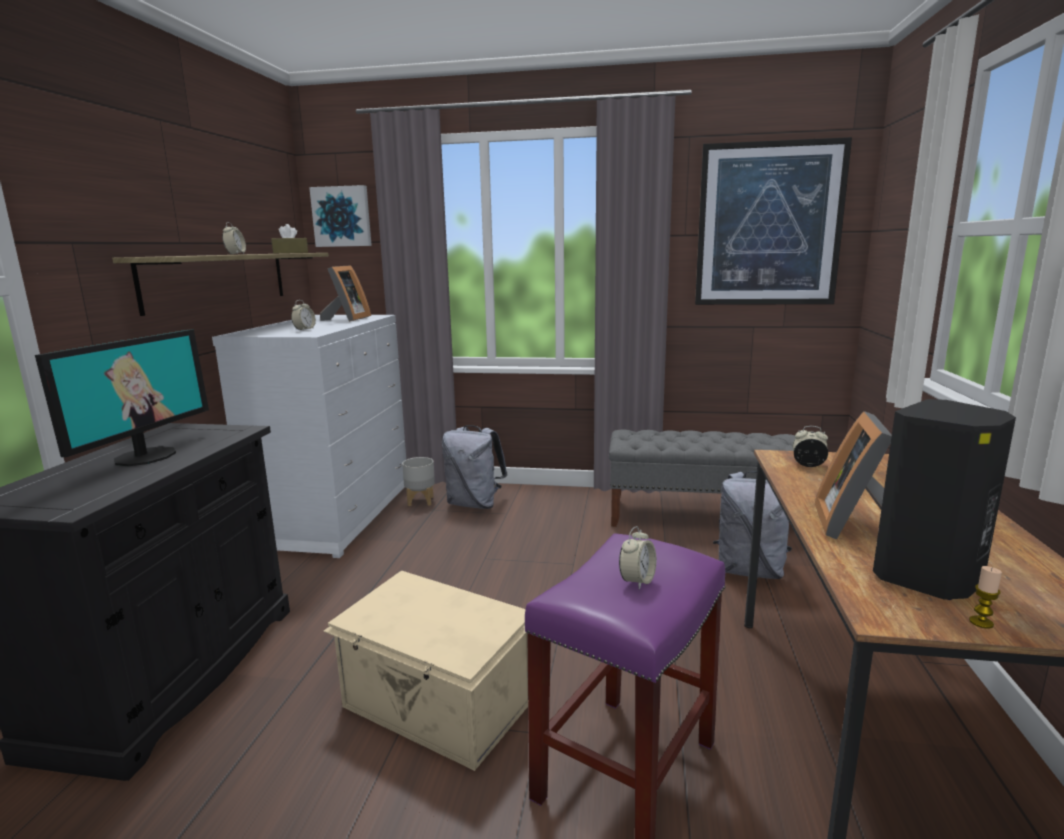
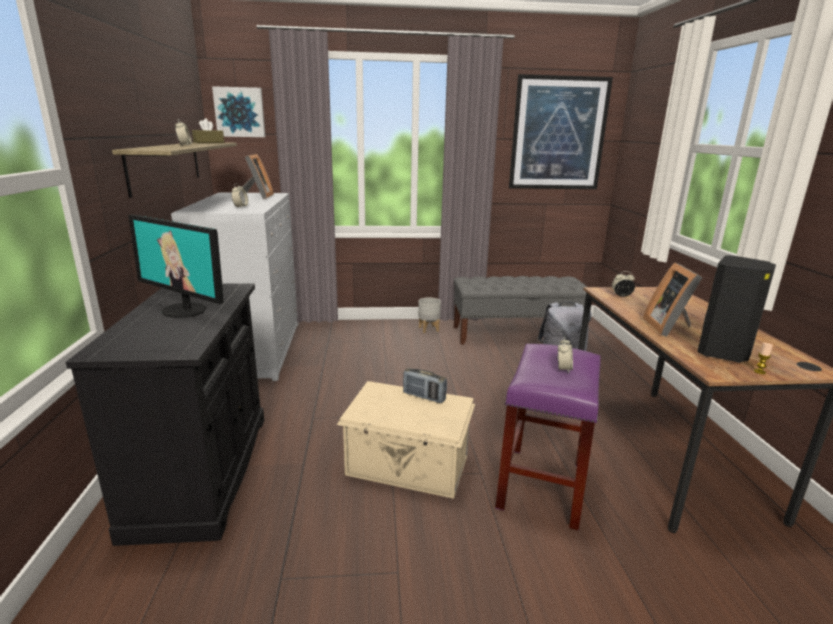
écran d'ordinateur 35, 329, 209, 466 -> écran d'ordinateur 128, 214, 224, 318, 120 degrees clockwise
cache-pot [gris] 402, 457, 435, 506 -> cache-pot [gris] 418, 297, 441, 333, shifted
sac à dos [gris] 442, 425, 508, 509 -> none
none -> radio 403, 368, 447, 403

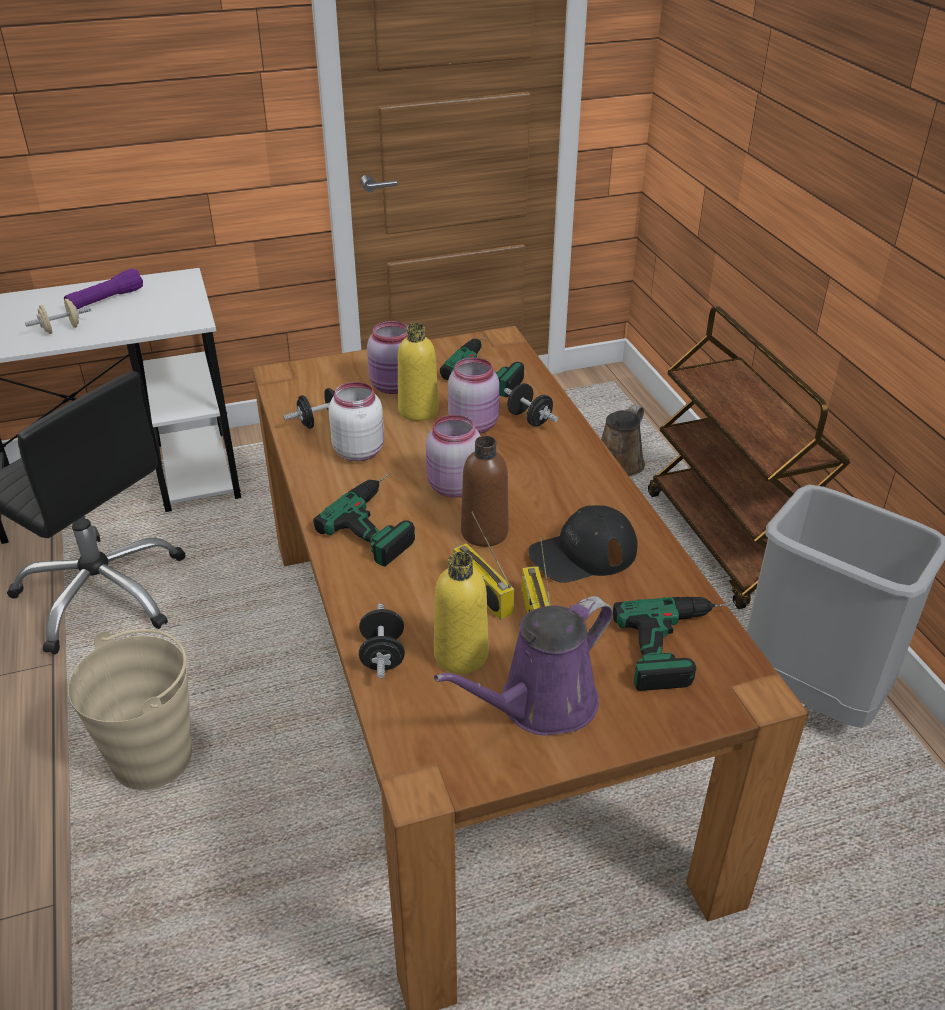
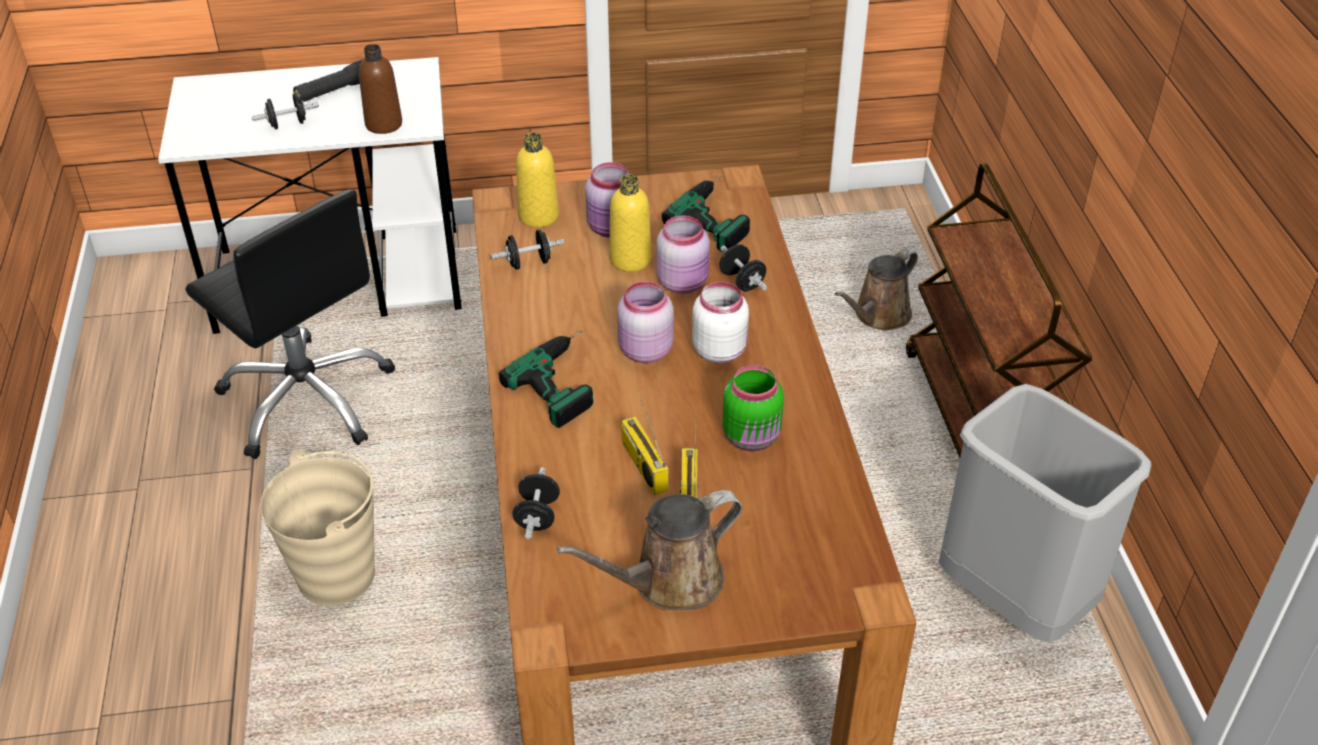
haltère [beige] 25, 299, 91, 334 -> haltère [noir] 252, 93, 319, 129
lampe de poche [violet] 64, 269, 143, 309 -> lampe de poche [noir] 293, 59, 363, 102
bocal [blanc] 328, 382, 384, 461 -> bocal [blanc] 692, 282, 749, 364, shifted
bouteille [jaune] 434, 552, 489, 674 -> bouteille [jaune] 516, 132, 559, 228, shifted
arrosoir [violet] 434, 596, 613, 735 -> arrosoir [marron] 556, 490, 742, 611
bouteille [marron] 461, 436, 509, 547 -> bouteille [marron] 359, 44, 402, 134, shifted
casquette [noir] 528, 505, 638, 583 -> bocal [vert] 723, 365, 784, 451
perceuse 613, 597, 736, 691 -> none

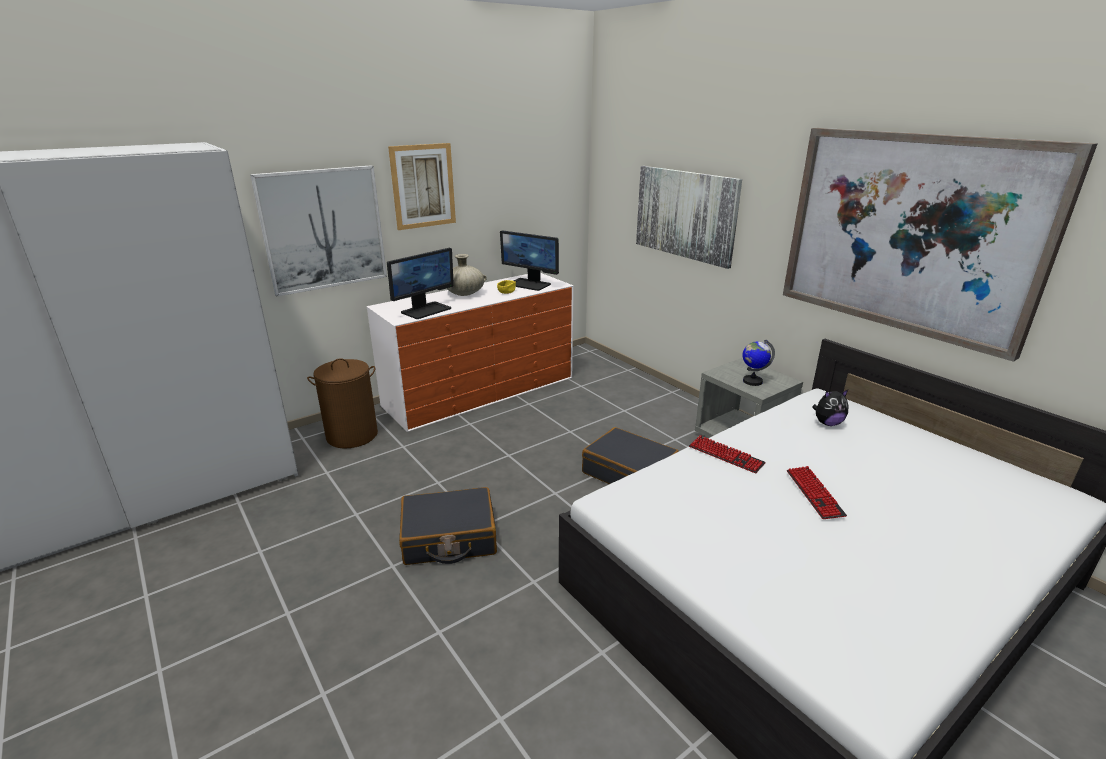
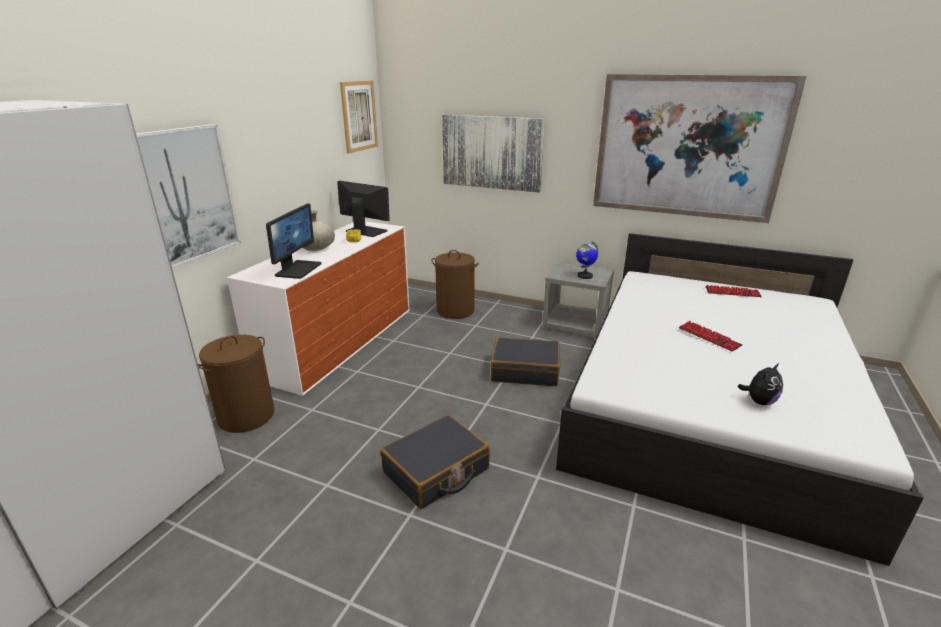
tableau 388, 143, 456, 230 -> tableau 340, 81, 378, 154, shifted
écran d'ordinateur 500, 230, 559, 291 -> écran d'ordinateur 337, 181, 390, 237, 150 degrees counterclockwise
clavier 689, 435, 766, 473 -> clavier 706, 285, 762, 297, shifted
peluche 812, 390, 849, 426 -> peluche 738, 363, 783, 405, shifted
none -> panier à linge [marron] 431, 250, 479, 319

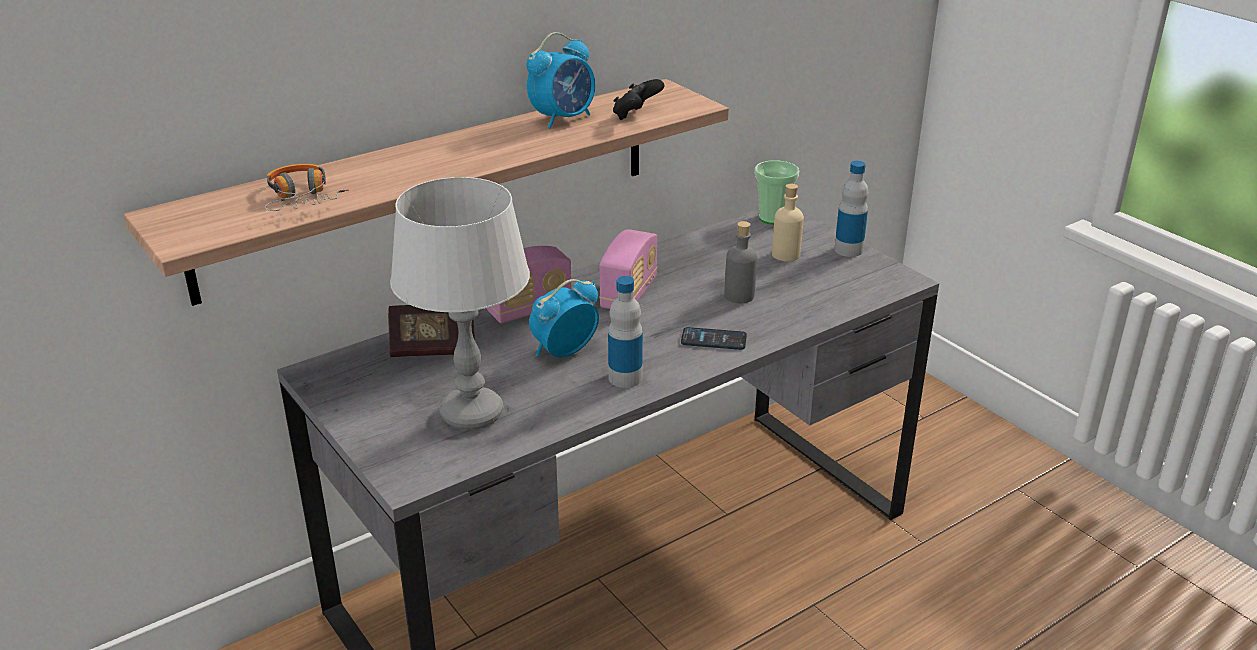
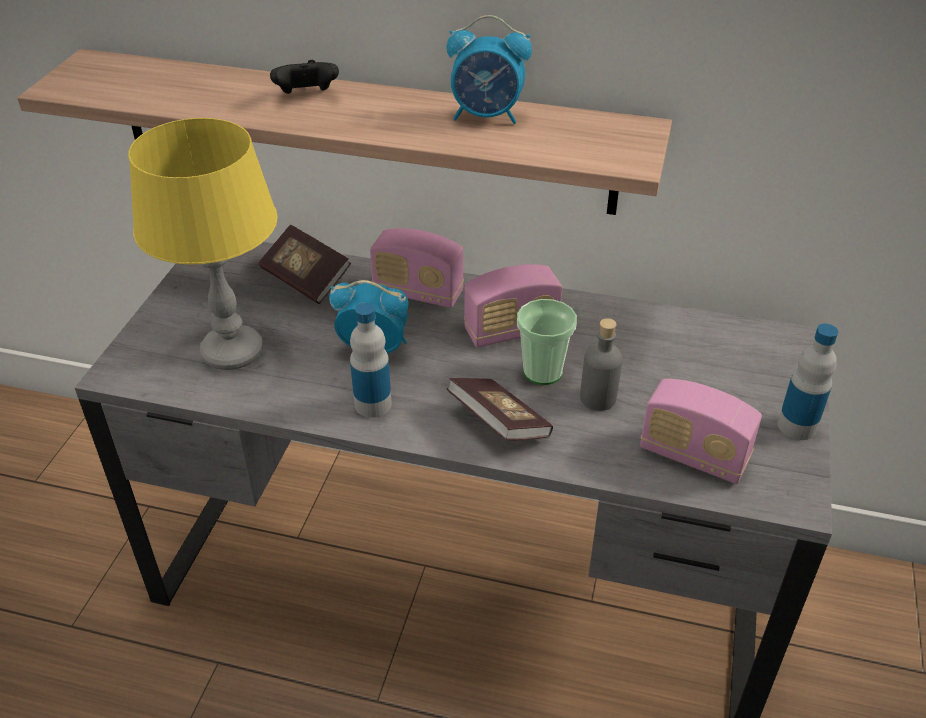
casque audio 265, 164, 349, 211 -> none
lampe de table [gris] 390, 177, 530, 430 -> lampe de table [jaune] 128, 118, 278, 370
manette [noir] 613, 79, 664, 120 -> manette [noir] 270, 60, 339, 94, shifted
téléphone 681, 327, 747, 350 -> livre 446, 378, 553, 441
tasse 755, 160, 799, 225 -> tasse 517, 299, 577, 385, shifted
bouteille [beige] 772, 184, 804, 261 -> none
none -> radio 640, 379, 762, 484

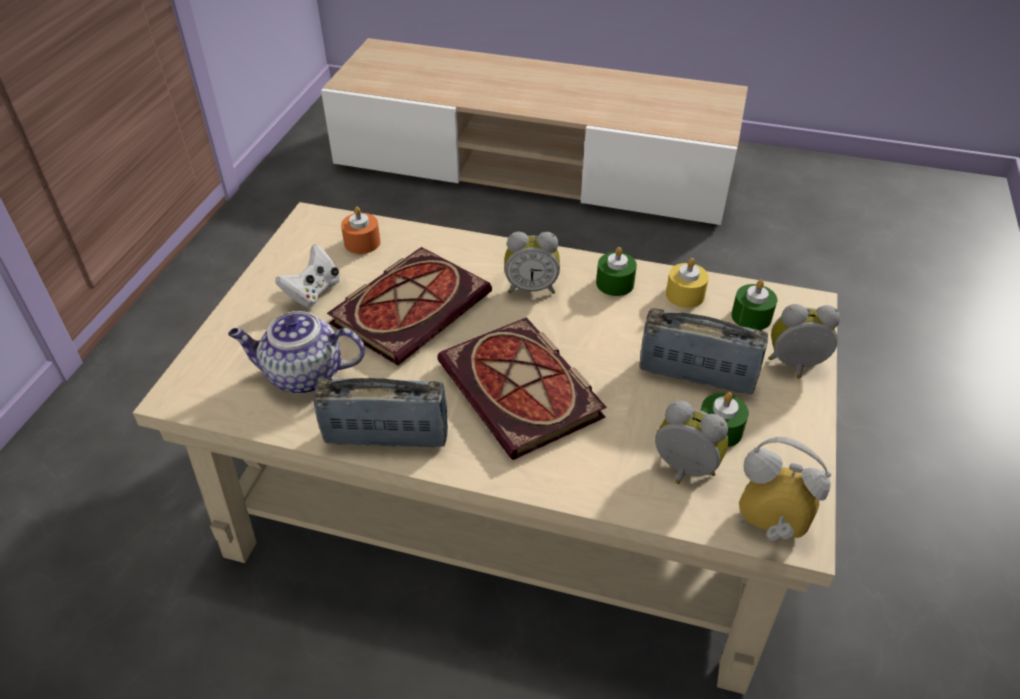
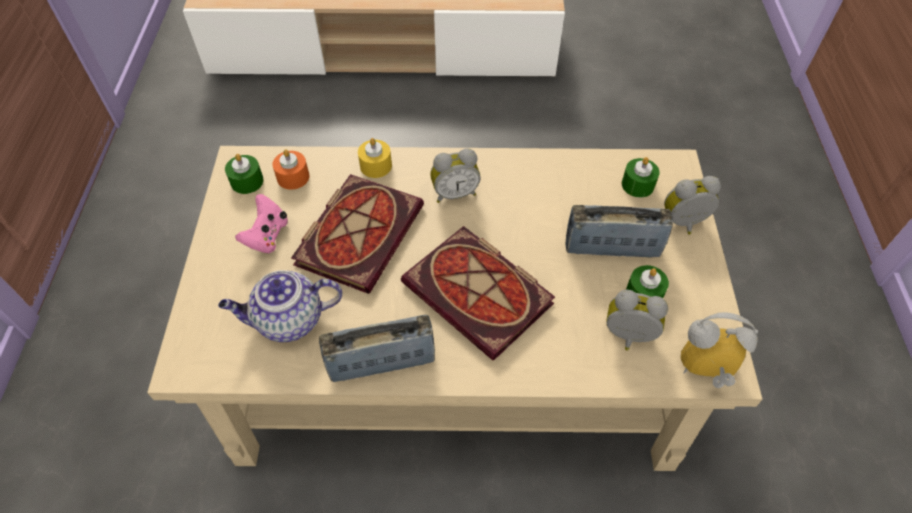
manette [blanc] 275, 244, 340, 307 -> manette [rose] 235, 194, 288, 253
bougie [vert] 596, 247, 637, 296 -> bougie [vert] 225, 154, 264, 194, shifted
bougie [jaune] 666, 258, 709, 308 -> bougie [jaune] 358, 138, 392, 178, shifted

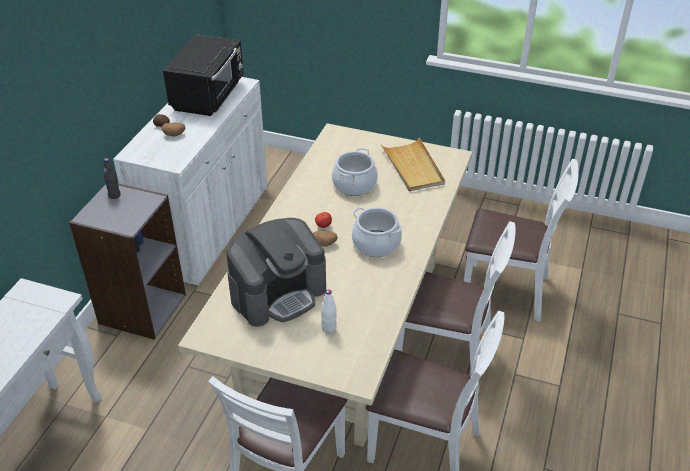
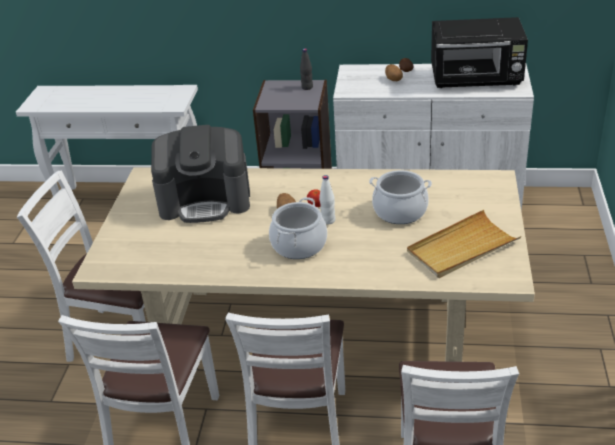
machine à café 226, 218, 326, 327 -> machine à café 151, 125, 250, 223, 45 degrees counterclockwise
bouteille [blanc] 321, 289, 337, 333 -> bouteille [blanc] 319, 175, 336, 224, shifted

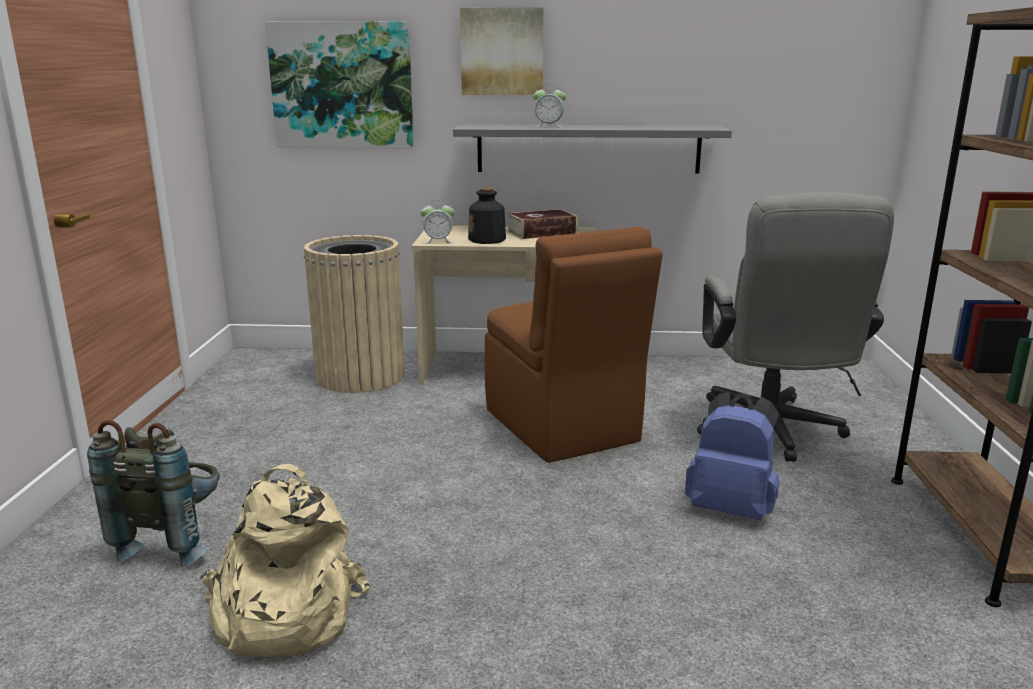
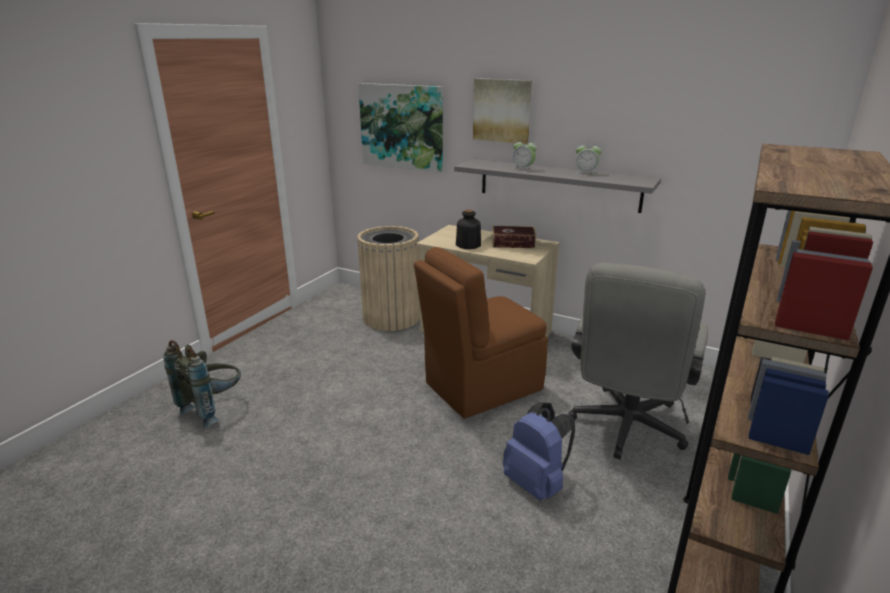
sac à dos [beige] 200, 464, 370, 657 -> none
réveil 421, 200, 454, 244 -> réveil 576, 141, 602, 175, shifted
chaise [marron] 485, 227, 662, 463 -> chaise [marron] 414, 247, 548, 419, 60 degrees clockwise

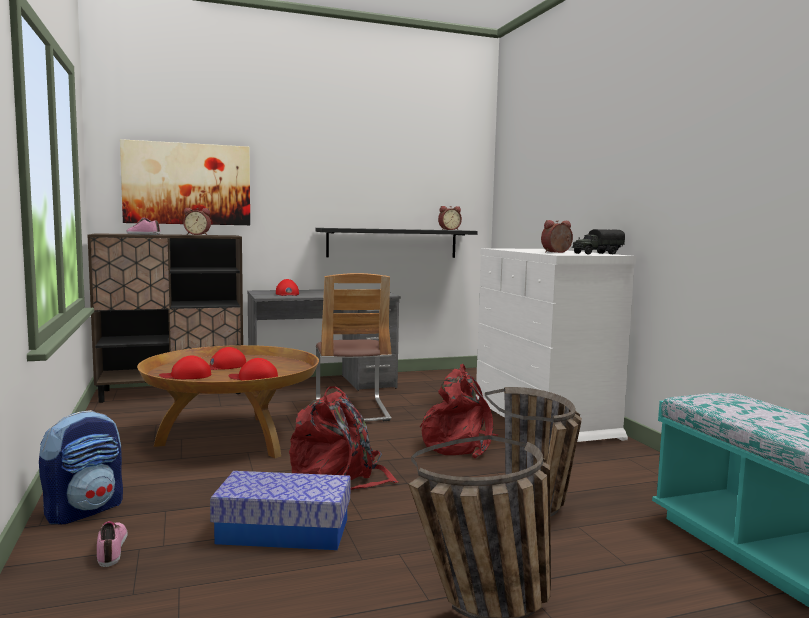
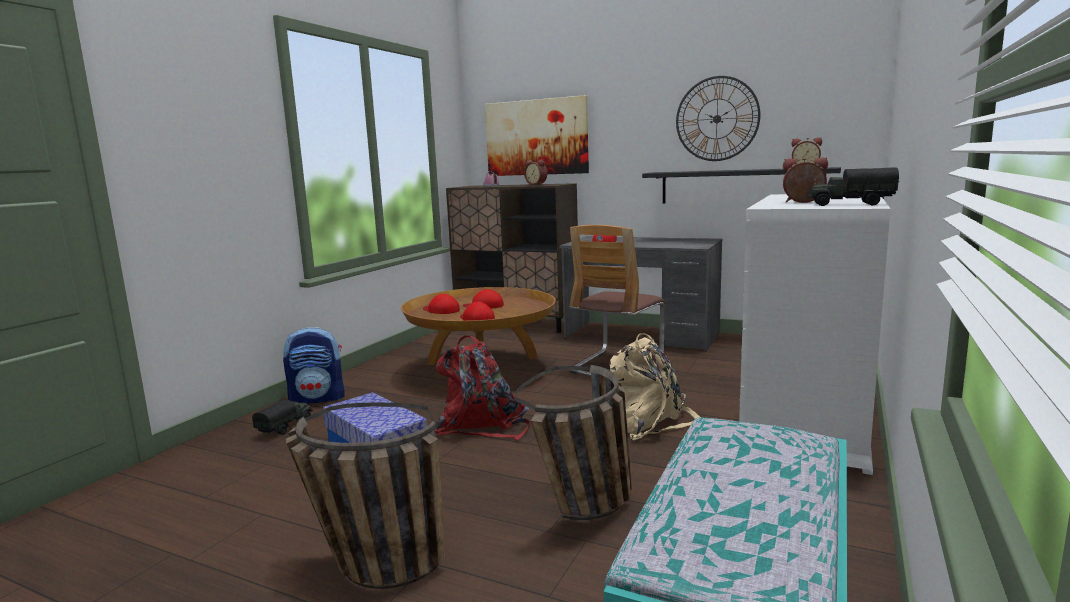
chaussure 97, 521, 127, 567 -> camion jouet 252, 399, 313, 435
sac à dos [rouge] 420, 364, 499, 458 -> sac à dos [beige] 610, 333, 701, 440
none -> horloge murale 676, 76, 760, 161

